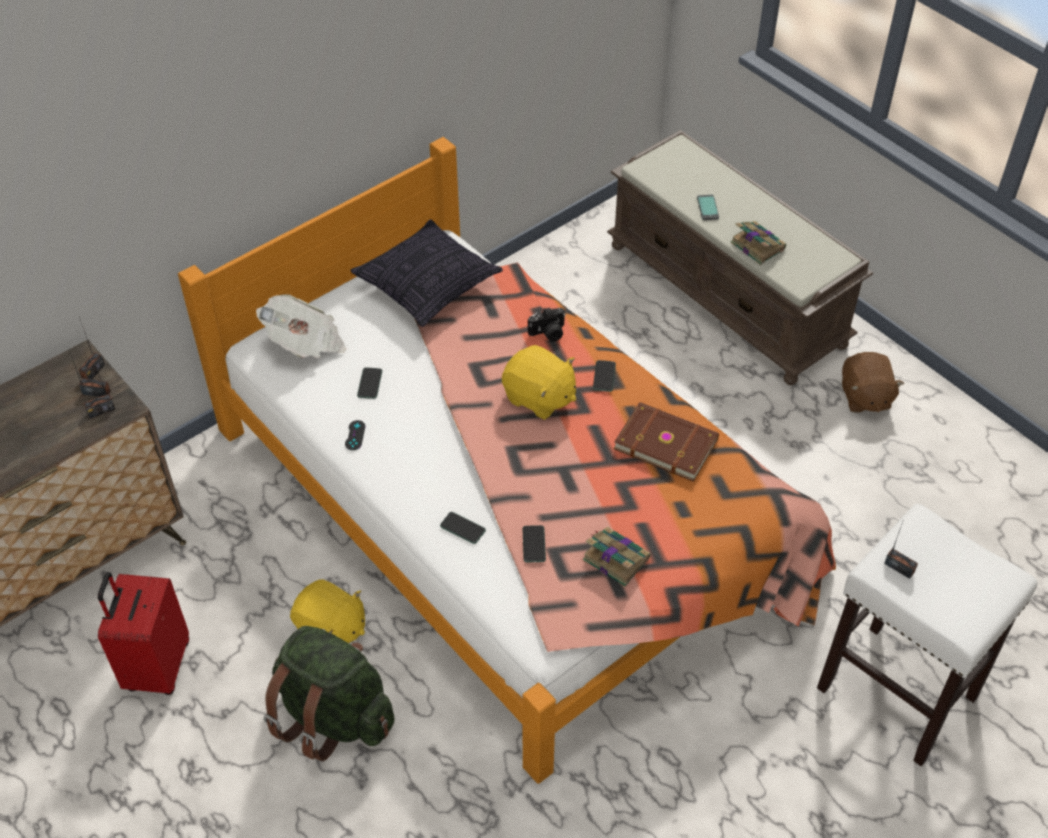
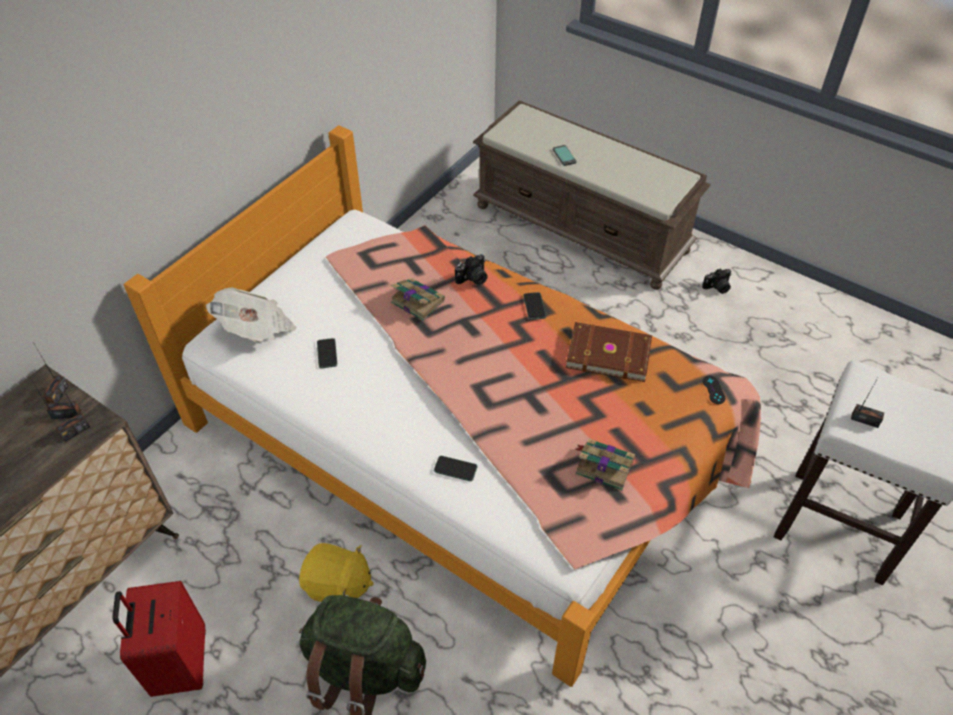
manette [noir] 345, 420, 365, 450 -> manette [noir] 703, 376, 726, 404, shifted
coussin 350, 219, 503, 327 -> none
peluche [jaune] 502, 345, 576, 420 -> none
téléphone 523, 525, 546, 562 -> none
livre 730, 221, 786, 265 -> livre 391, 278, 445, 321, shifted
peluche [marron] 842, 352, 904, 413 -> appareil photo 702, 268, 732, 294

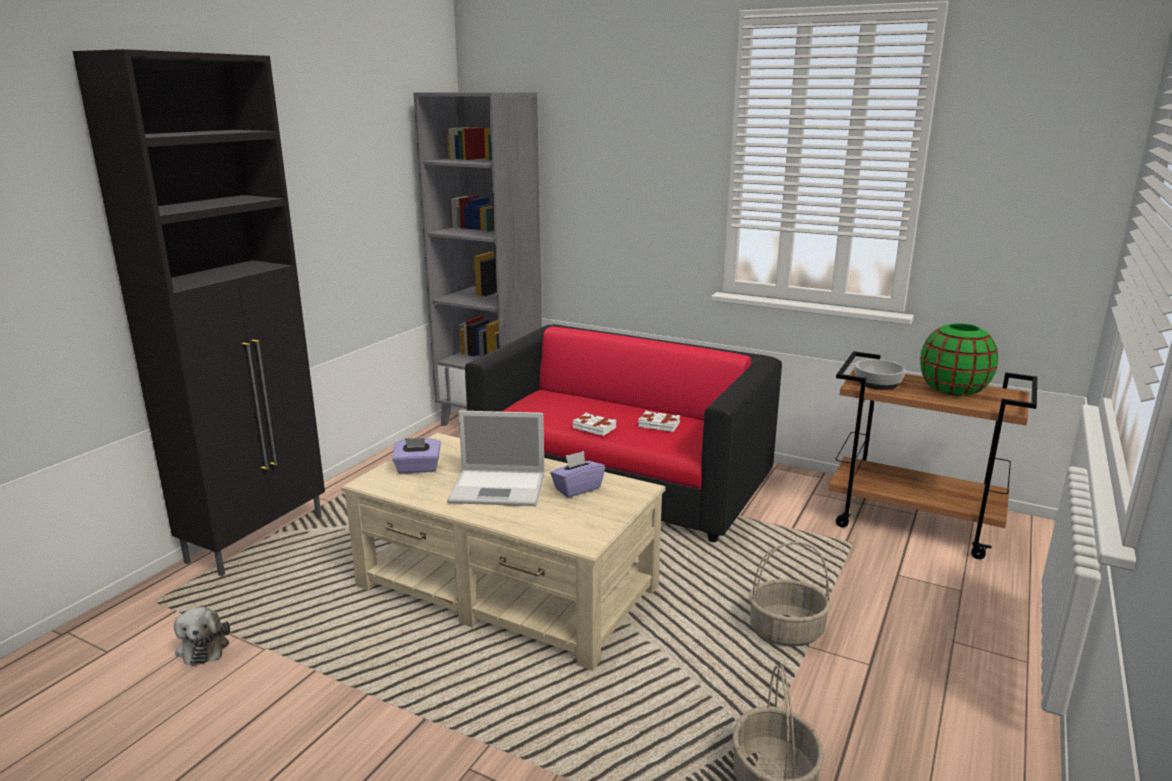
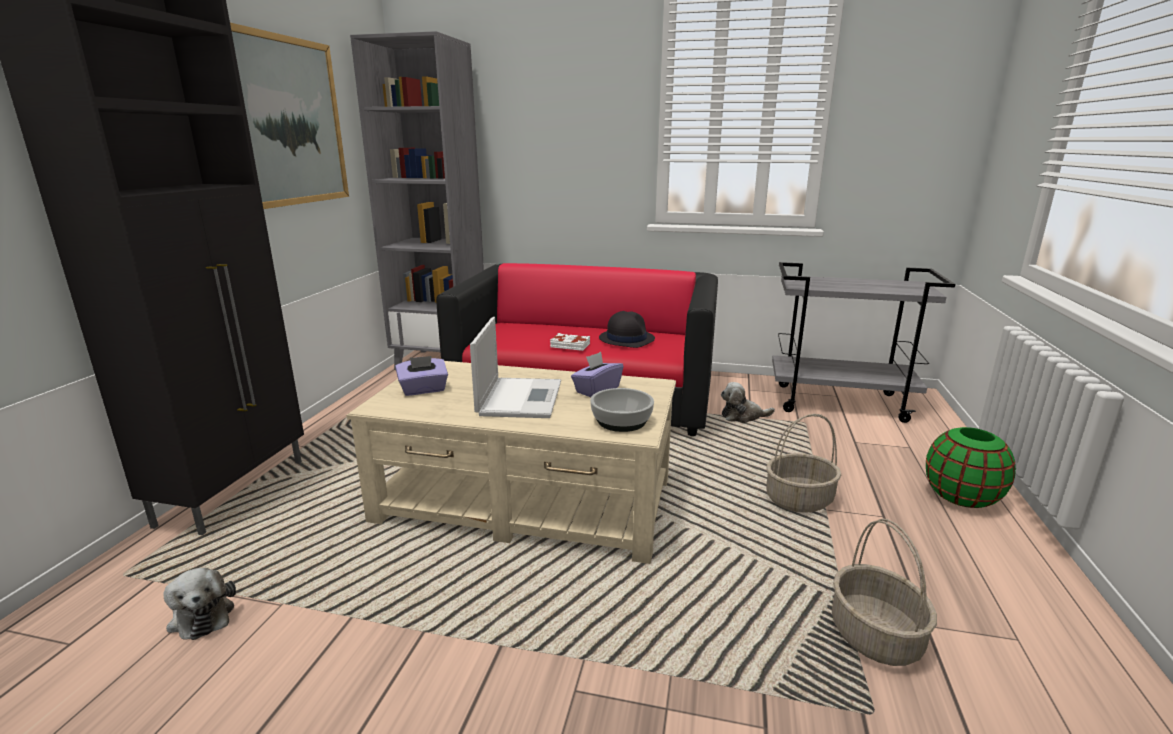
ordinateur portable 447, 410, 545, 506 -> ordinateur portable 470, 317, 561, 418, 75 degrees counterclockwise
livre [blanc] 638, 411, 680, 432 -> chapeau [noir] 599, 311, 655, 348
chariot [marron] 828, 351, 1037, 559 -> chariot [gris] 772, 262, 955, 423
bol 854, 359, 906, 390 -> bol 590, 388, 654, 432, shifted
vase [vert] 920, 323, 998, 396 -> vase [vert] 926, 427, 1016, 508, shifted
none -> tableau 230, 23, 349, 209
none -> peluche 721, 382, 775, 423

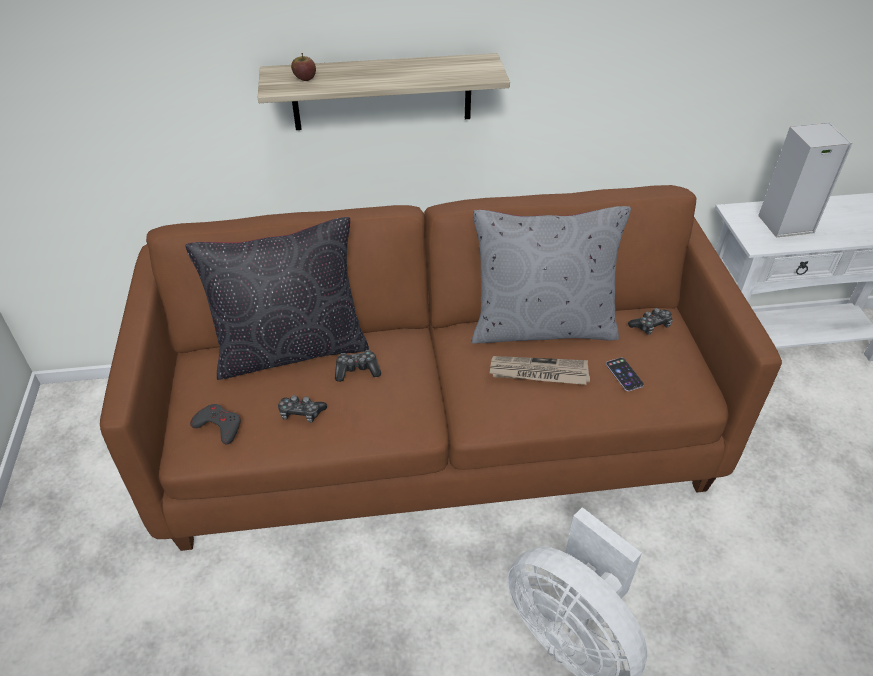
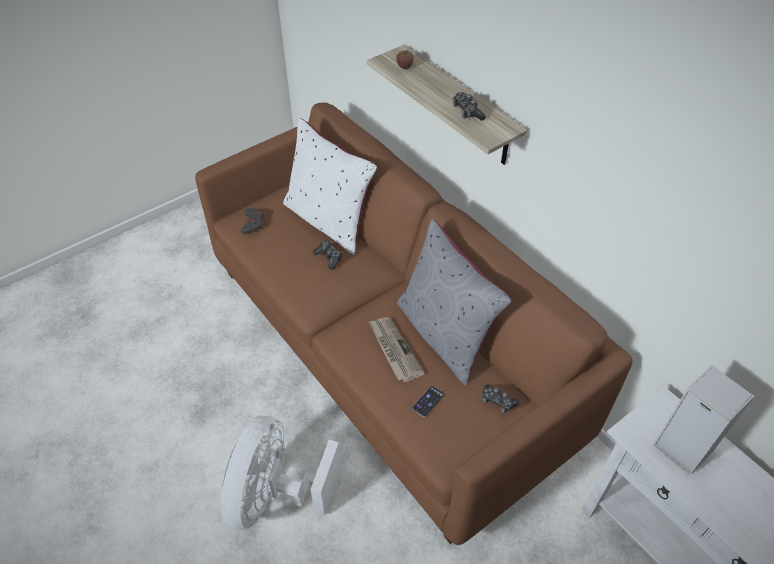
coussin [noir] 185, 217, 369, 380 -> coussin [blanc] 283, 118, 378, 255
manette 278, 395, 327, 423 -> manette 452, 92, 486, 121, shifted

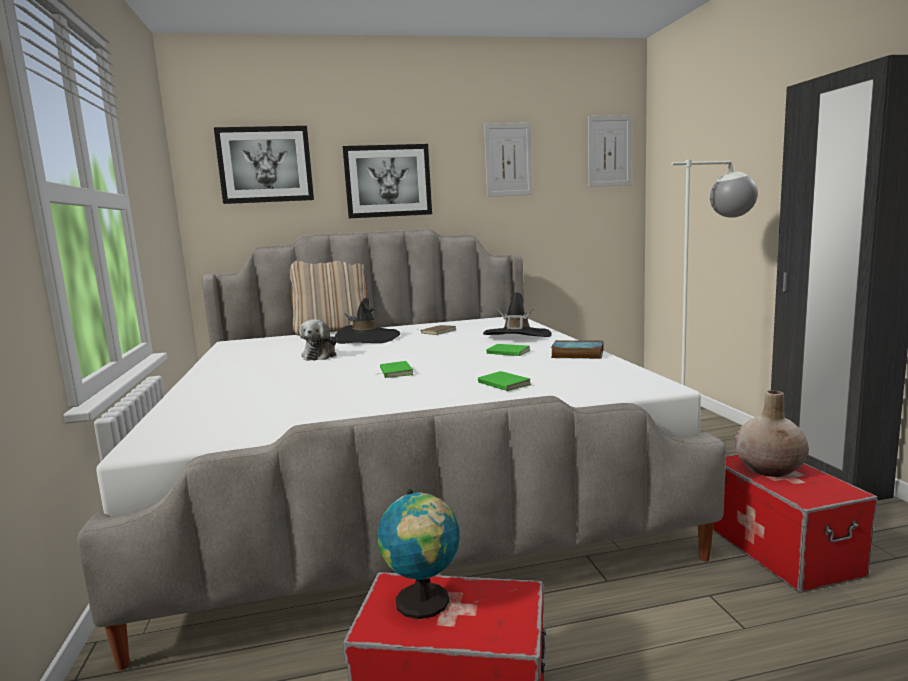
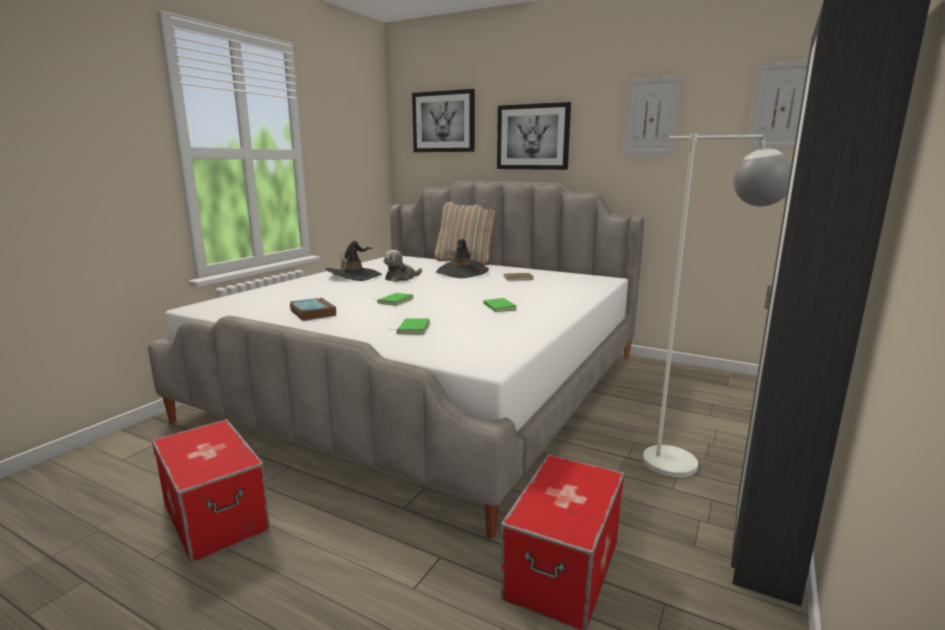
globe 377, 489, 460, 619 -> none
chapeau [noir] 483, 292, 552, 337 -> chapeau [noir] 325, 241, 382, 281, shifted
livre 551, 340, 603, 359 -> livre 290, 297, 336, 321, shifted
vase [beige] 735, 390, 809, 477 -> none

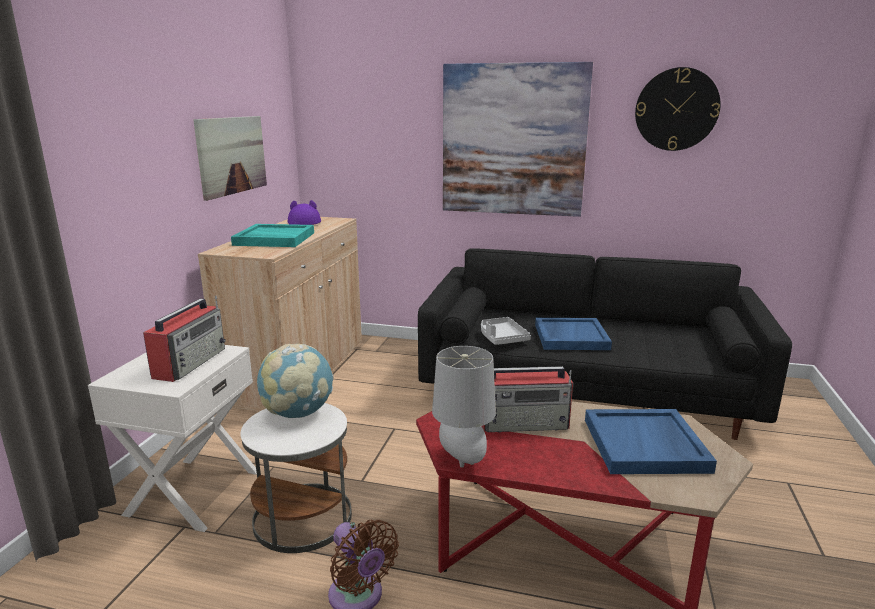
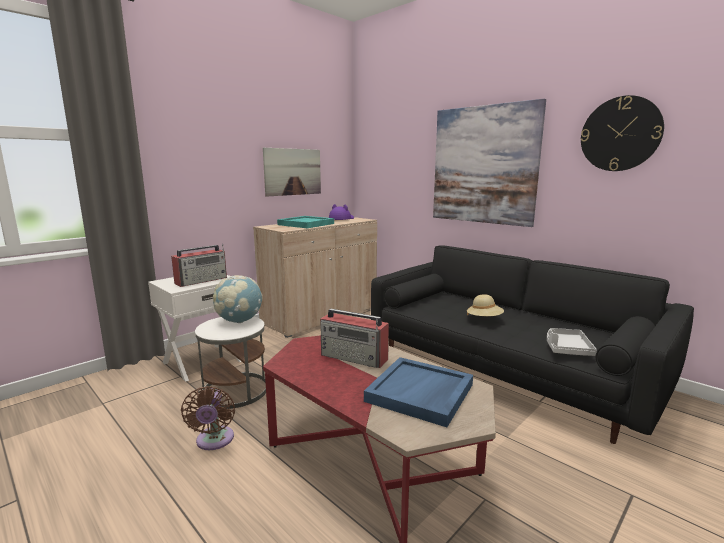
lampe de table [gris] 432, 346, 496, 468 -> none
plateau [gris] 481, 317, 531, 345 -> plateau [gris] 547, 328, 597, 356, shifted
plateau [bleu] 535, 318, 612, 350 -> chapeau [beige] 467, 294, 504, 316

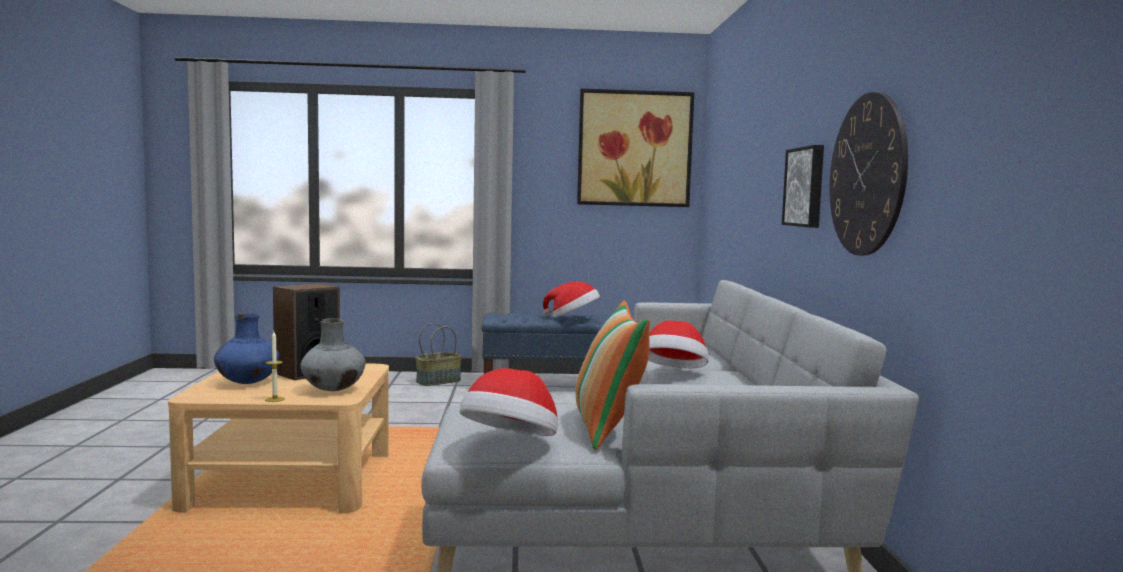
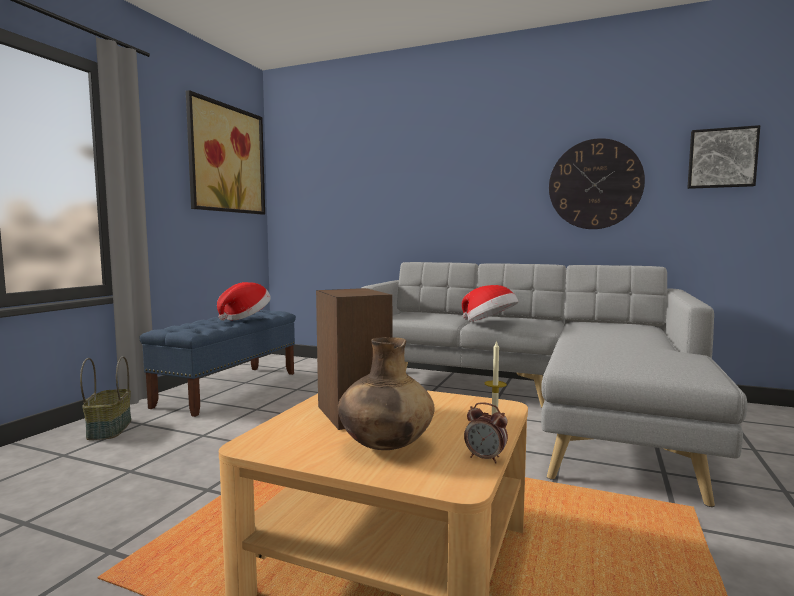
vase [bleu] 214, 313, 279, 384 -> vase [marron] 337, 337, 435, 450
vase [gris] 301, 318, 366, 391 -> none
chapeau 459, 368, 558, 436 -> none
coussin 575, 301, 650, 450 -> none
tableau 782, 145, 824, 228 -> tableau 687, 125, 760, 189, shifted
none -> réveil 464, 402, 508, 463

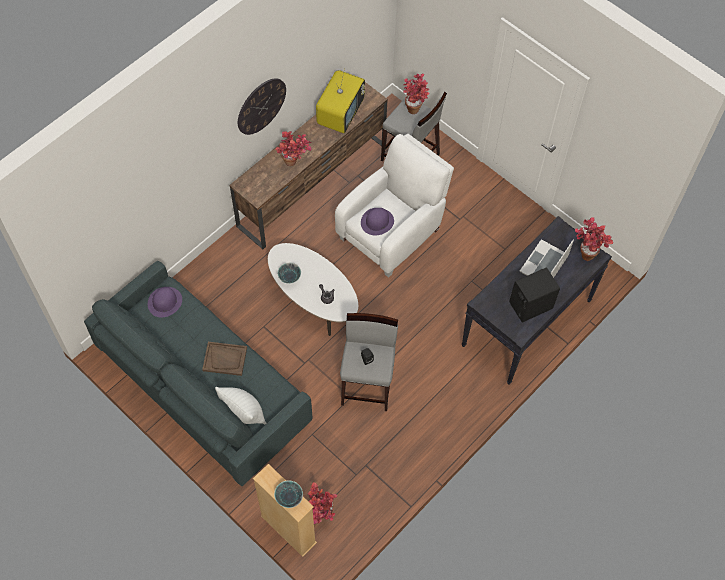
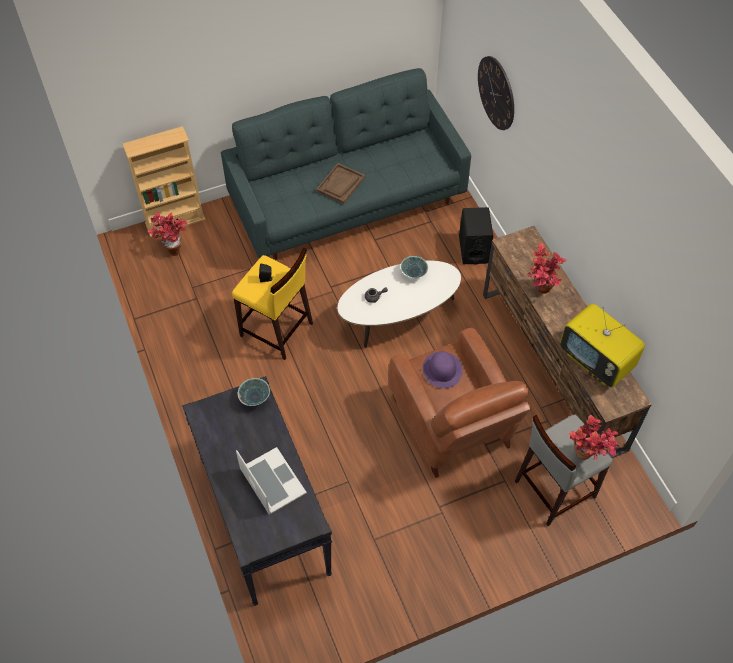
chapeau [violet] 148, 287, 182, 318 -> none
coussin [blanc] 215, 387, 266, 425 -> none
horloge murale 238, 78, 286, 135 -> horloge murale 478, 56, 514, 130, shifted
bol 274, 480, 303, 508 -> bol 238, 378, 270, 406, shifted
fauteuil [blanc] 335, 134, 454, 277 -> fauteuil [marron] 389, 328, 531, 478
tabouret [gris] 340, 313, 398, 411 -> tabouret [jaune] 232, 248, 313, 360
enceinte [noir] 509, 268, 560, 323 -> enceinte [noir] 459, 207, 493, 265, shifted
plante en pot 575, 217, 613, 261 -> none

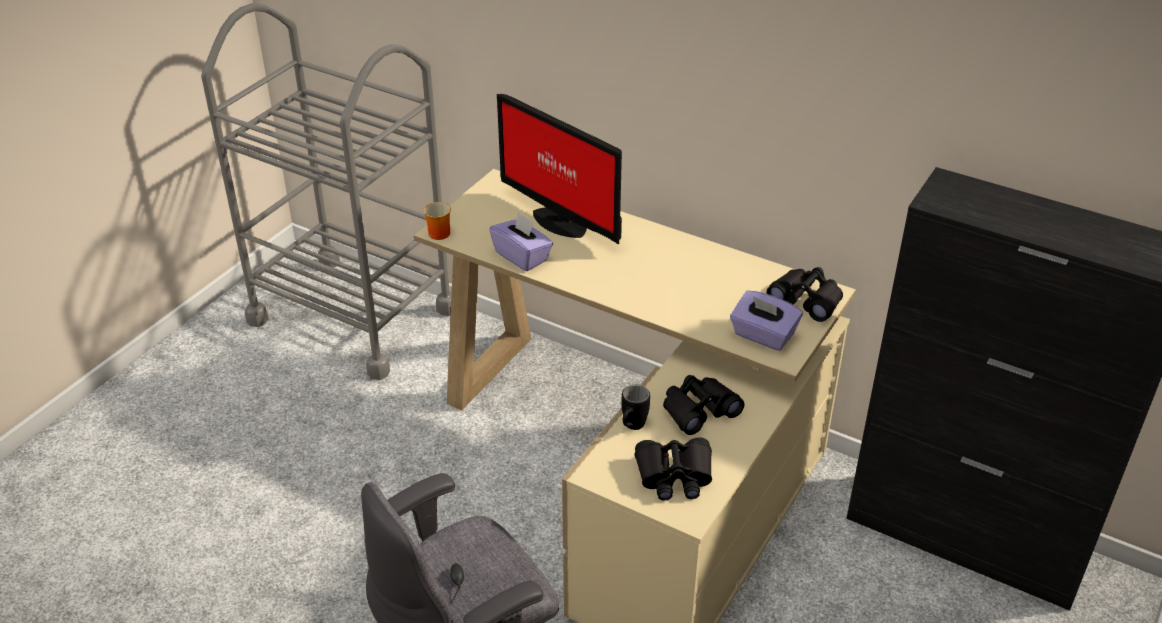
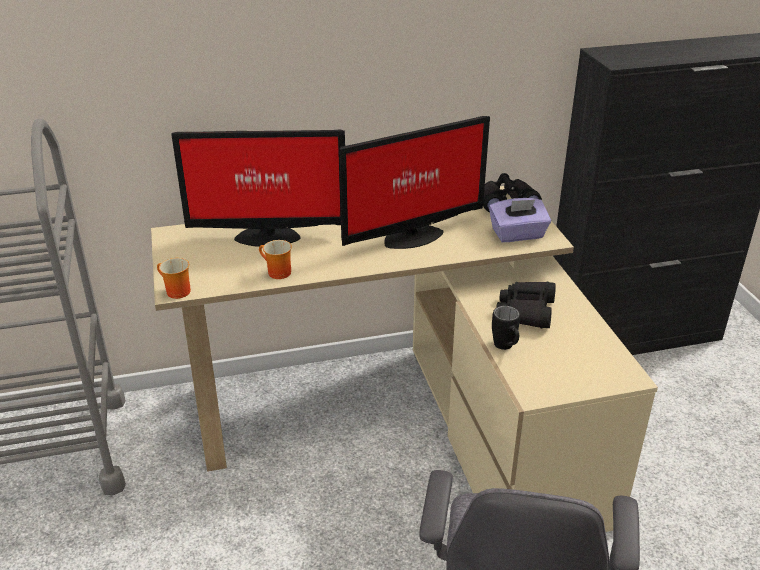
boîte à mouchoirs [violet] 489, 213, 553, 271 -> mug 259, 240, 292, 279
jumelles [noir] 635, 437, 712, 501 -> none
none -> écran d'ordinateur 340, 116, 490, 249

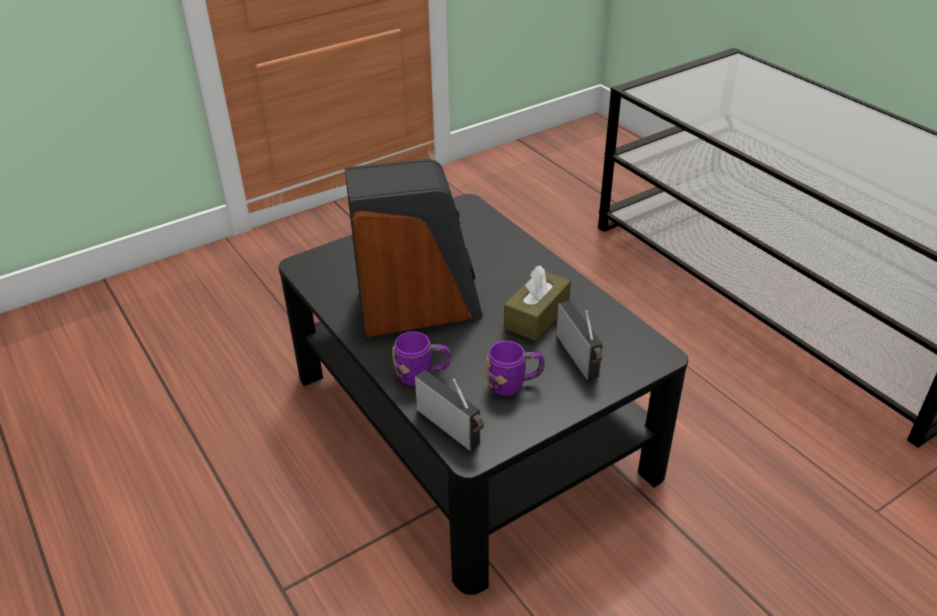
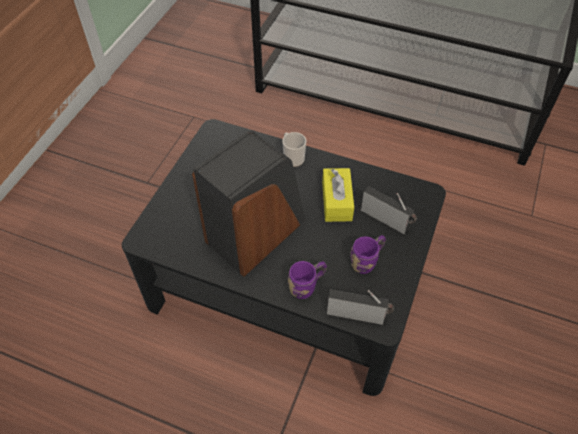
boîte à mouchoirs [marron] 504, 265, 571, 341 -> boîte à mouchoirs [jaune] 322, 168, 354, 222
none -> mug 282, 132, 306, 167

